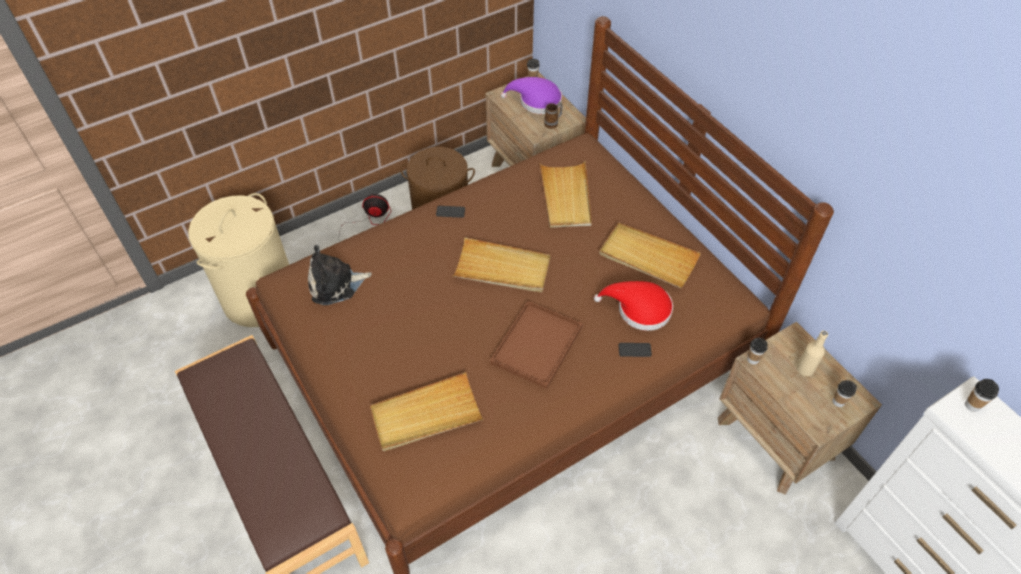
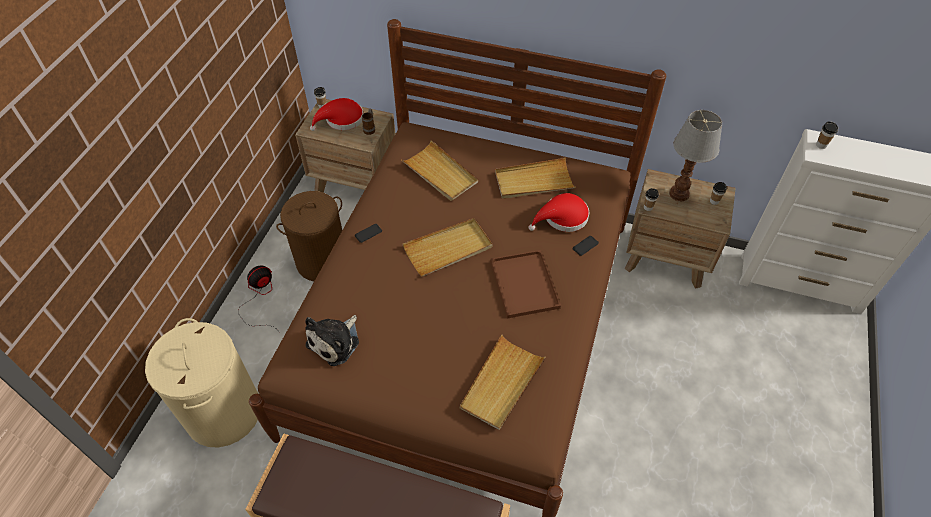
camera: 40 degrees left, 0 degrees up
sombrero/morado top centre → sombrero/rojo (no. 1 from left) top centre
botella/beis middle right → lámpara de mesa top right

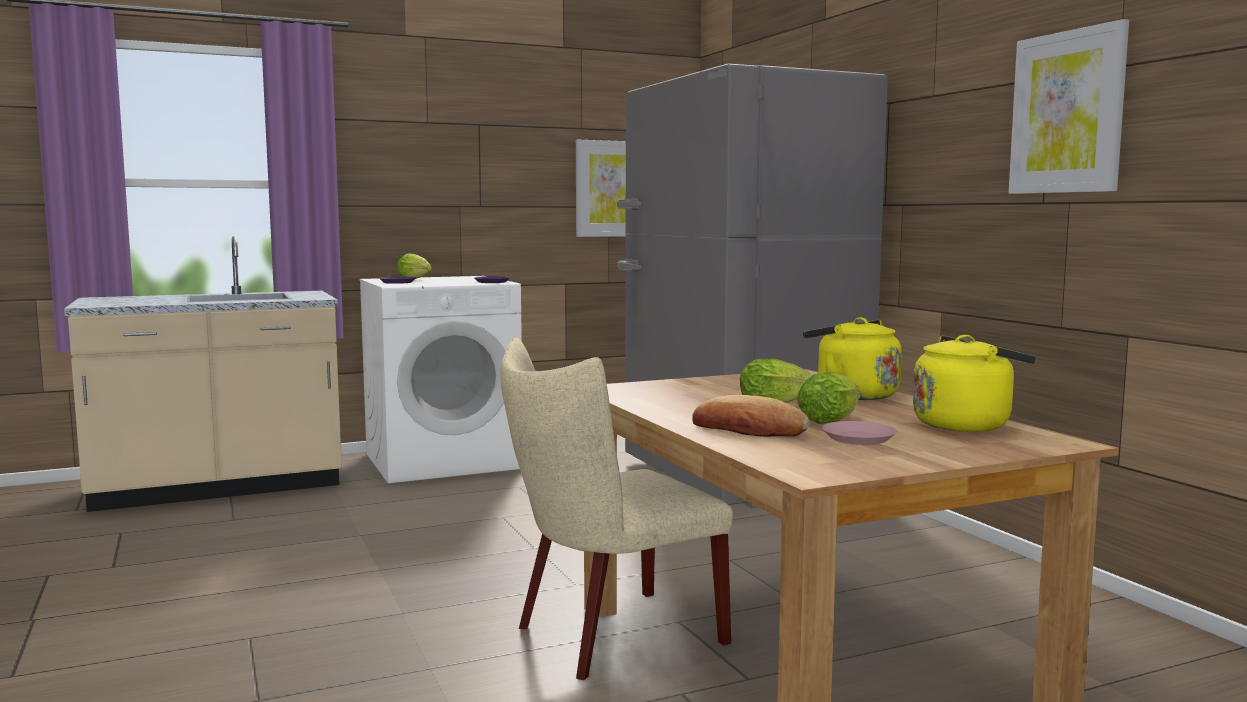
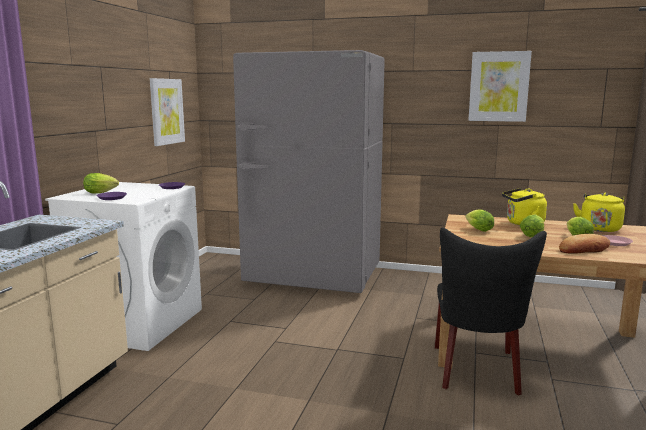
camera: 50 degrees left, 5 degrees up
silla/beis bottom centre → silla/negro bottom right
- → lechuga (no. 2 from left) middle right

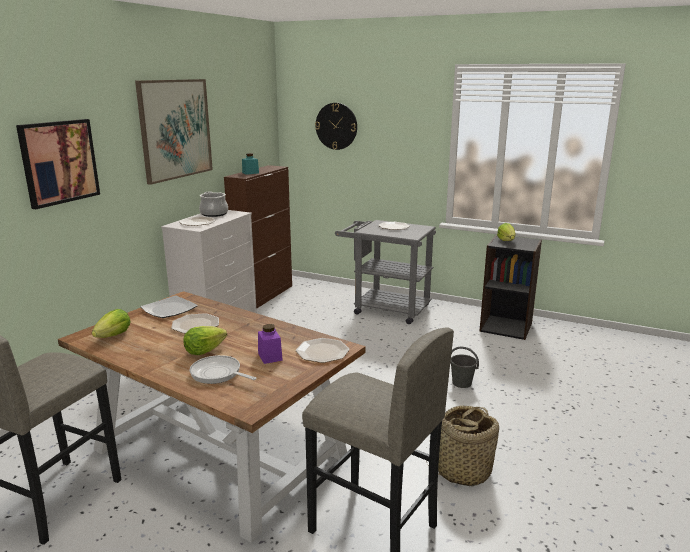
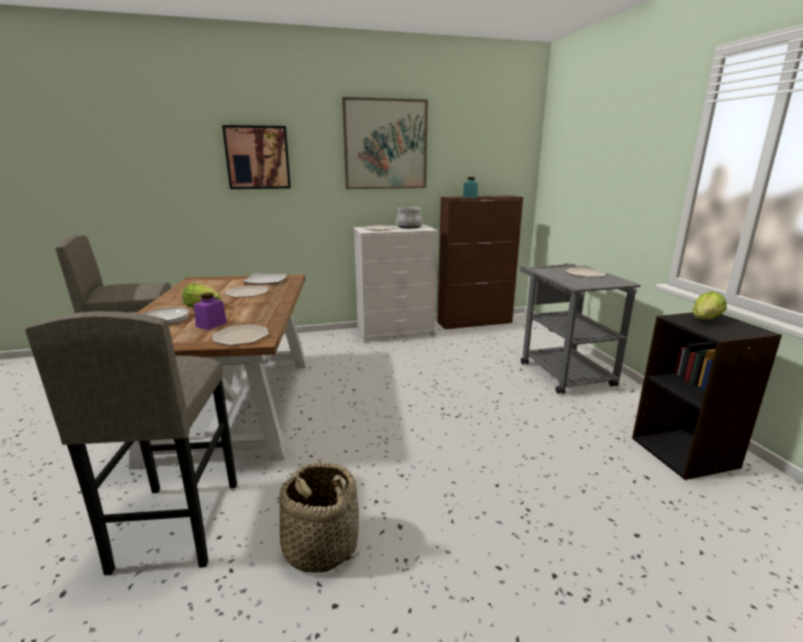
camera: 50 degrees right, 0 degrees up
reloj de pared top centre → -
lechuga (no. 1 from left) middle left → -
cubo/gris middle right → -

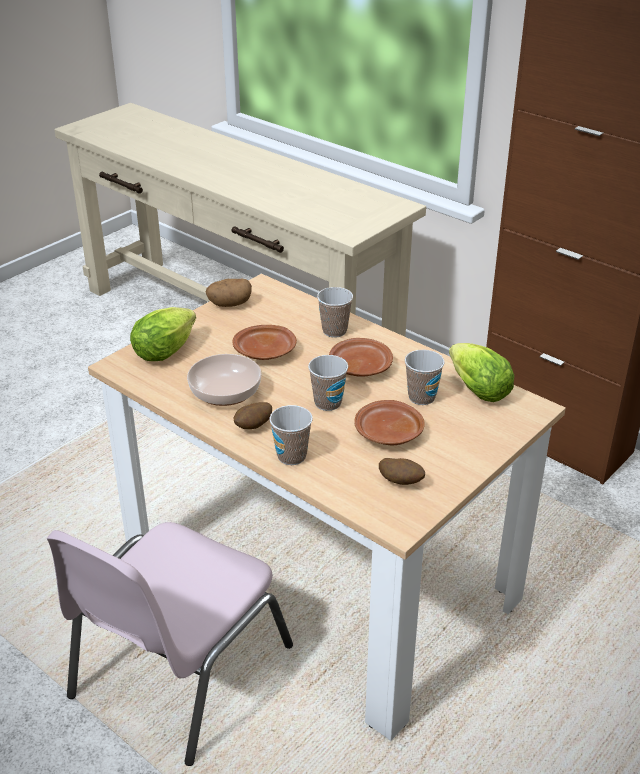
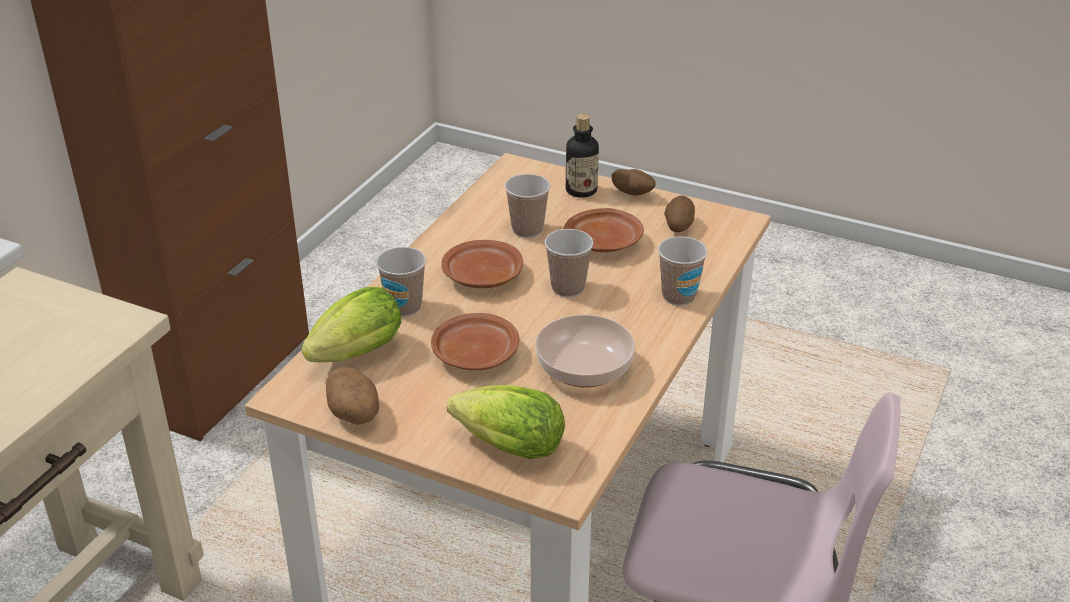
camera: 105 degrees left, 0 degrees up
lechuga (no. 2 from left in the first image) middle right → lechuga (no. 1 from left) middle left, shifted
patata (no. 2 from left) centre → patata (no. 2 from left) top centre, shifted
- → botella top centre

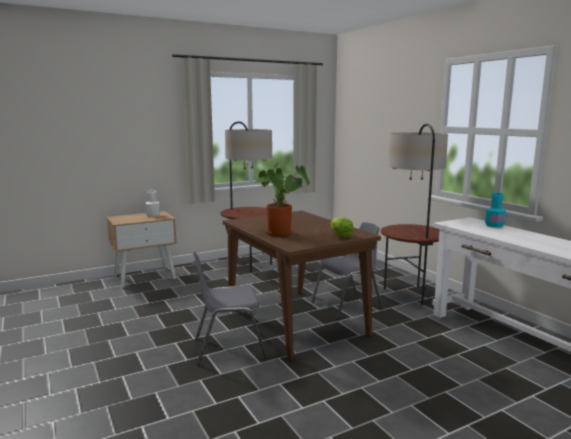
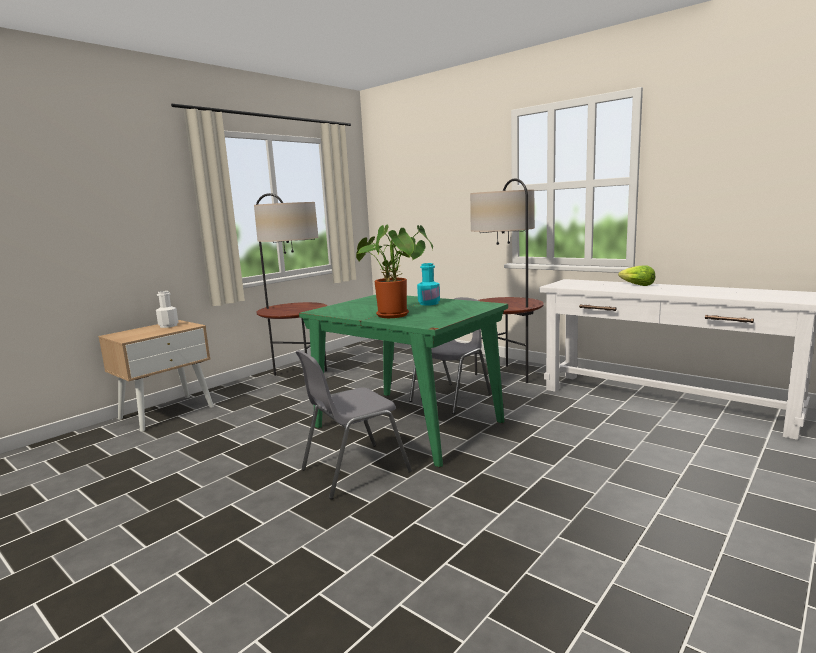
camera: 20 degrees left, 0 degrees up
botella/turquesa middle right → botella/turquesa centre, shifted
mesa de comedor/marrón centre → mesa de comedor/verde centre
lechuga centre → lechuga middle right, shifted

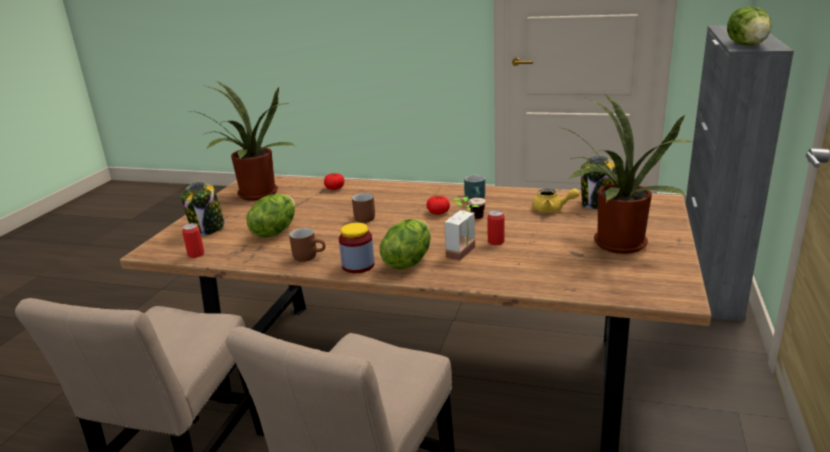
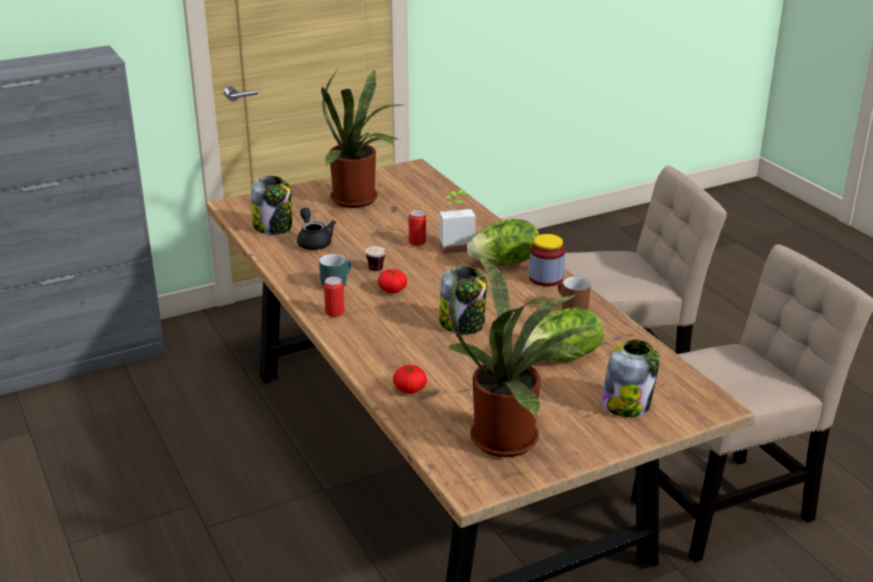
camera: 135 degrees left, 5 degrees up
lechuga (no. 3 from left) top right → -
tetera/amarillo middle right → tetera/negro centre
taza grande/marrón (no. 2 from left) centre → tarro (no. 2 from left) centre
lata (no. 1 from left) middle left → lata (no. 1 from left) centre, shifted

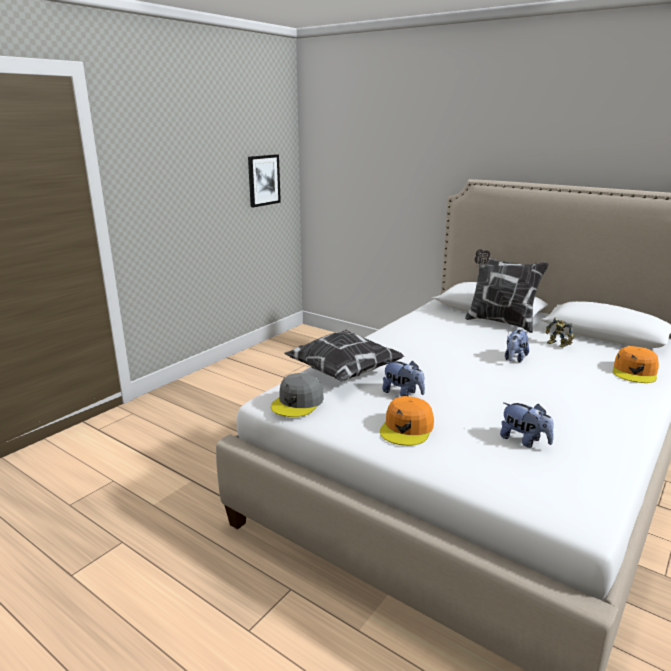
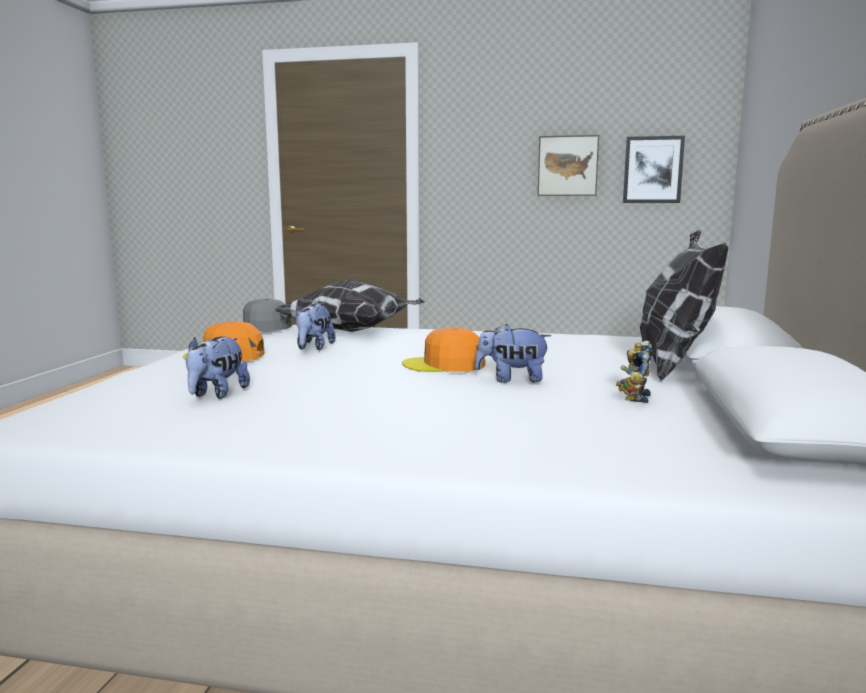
camera: 65 degrees right, 10 degrees down
gorra/naranja (no. 2 from left) middle right → gorra/naranja (no. 2 from left) centre, shifted
- → cuadro (no. 1 from left) top centre

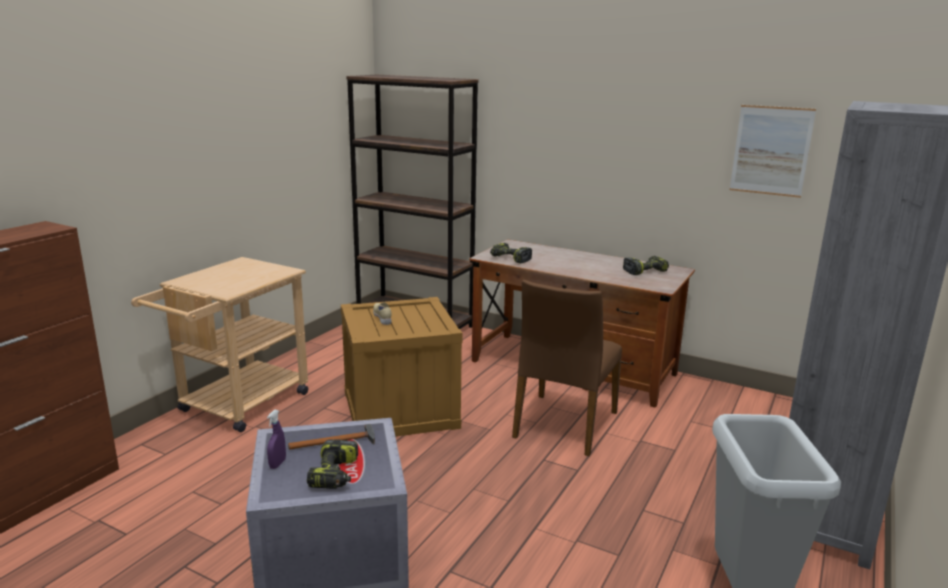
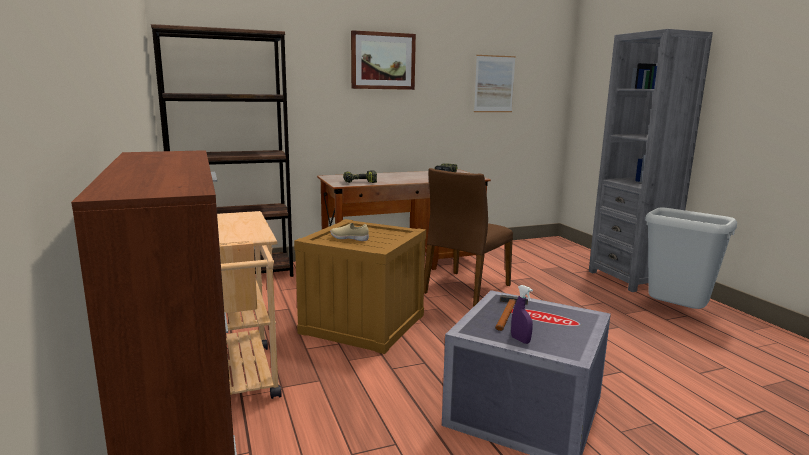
camera: 50 degrees left, 5 degrees down
silla/marrón centre, 60 degrees clockwise
taladro (no. 1 from left) bottom centre → -
- → cuadro (no. 1 from left) top centre

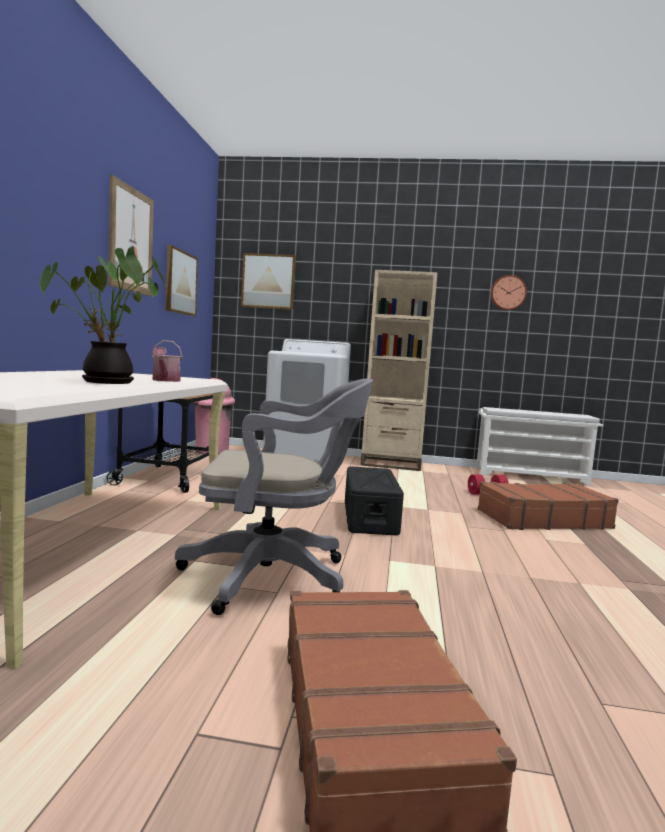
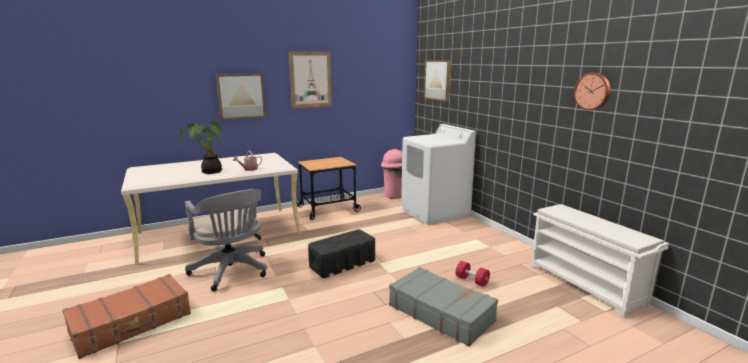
camera: 55 degrees right, 10 degrees up
cuadro (no. 2 from left in the first image) middle left → cuadro (no. 1 from left) top left, shifted
estantería/beis centre → -
maleta/marrón (no. 2 from left) middle right → maleta/gris bottom centre

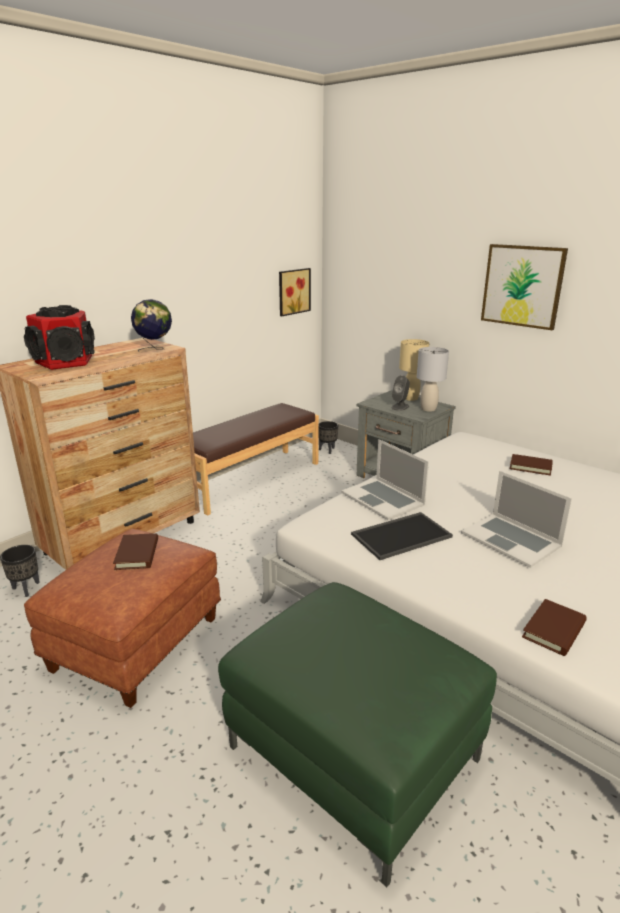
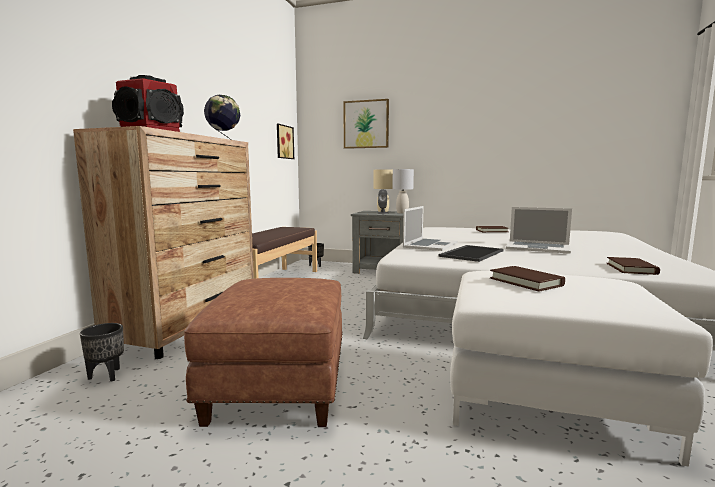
camera: 25 degrees left, 15 degrees down
cuadro (no. 2 from left) top right → cuadro (no. 2 from left) top centre, shifted
portátil (no. 1 from left) centre, 90 degrees counterclockwise
libro/marrón (no. 1 from left in the first image) middle left → libro/marrón (no. 2 from left) middle right, shifted
puf/verde bottom centre → puf/blanco bottom right

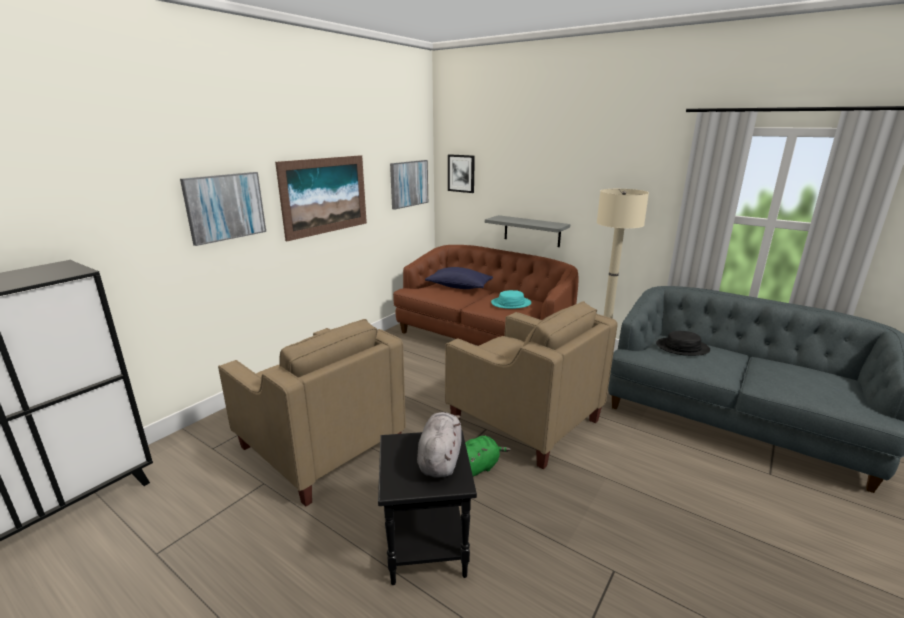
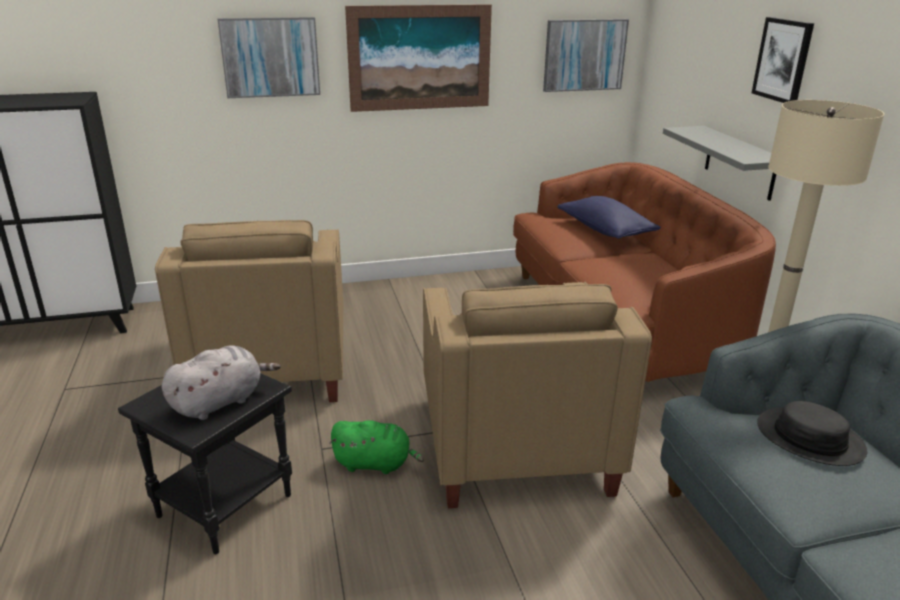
camera: 40 degrees right, 5 degrees up
cuadro (no. 4 from left) top centre → cuadro (no. 4 from left) top right, shifted
sombrero/turquesa centre → -

